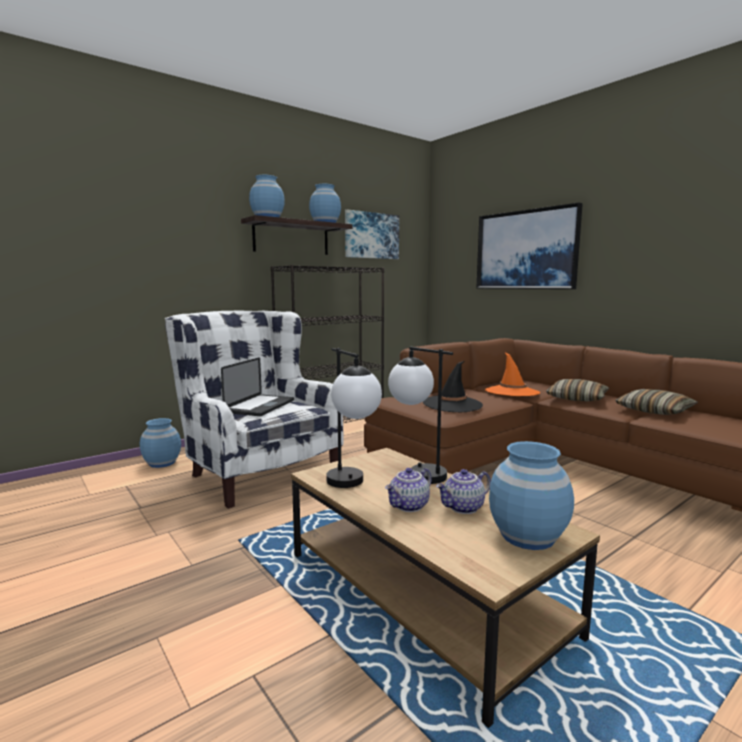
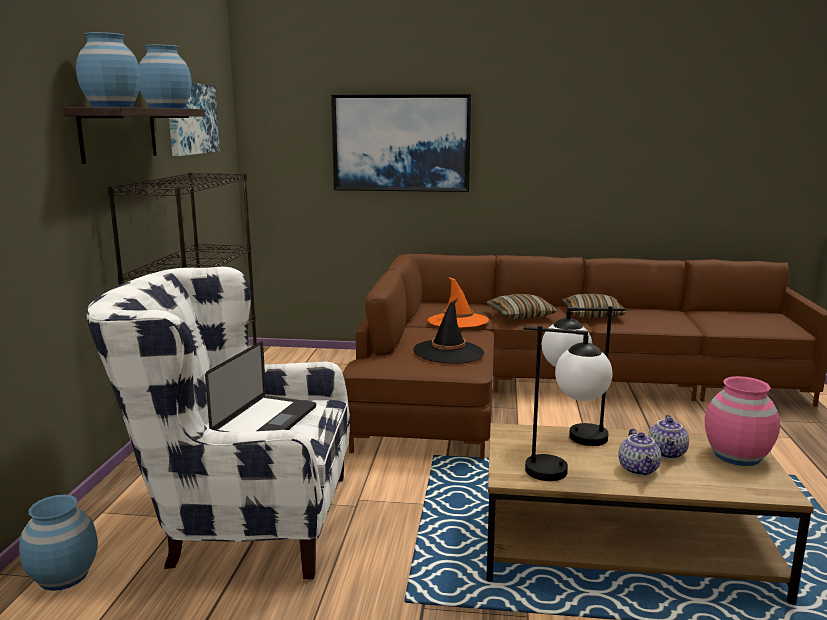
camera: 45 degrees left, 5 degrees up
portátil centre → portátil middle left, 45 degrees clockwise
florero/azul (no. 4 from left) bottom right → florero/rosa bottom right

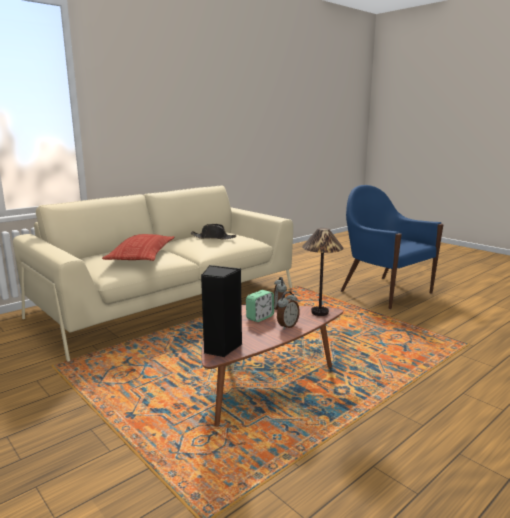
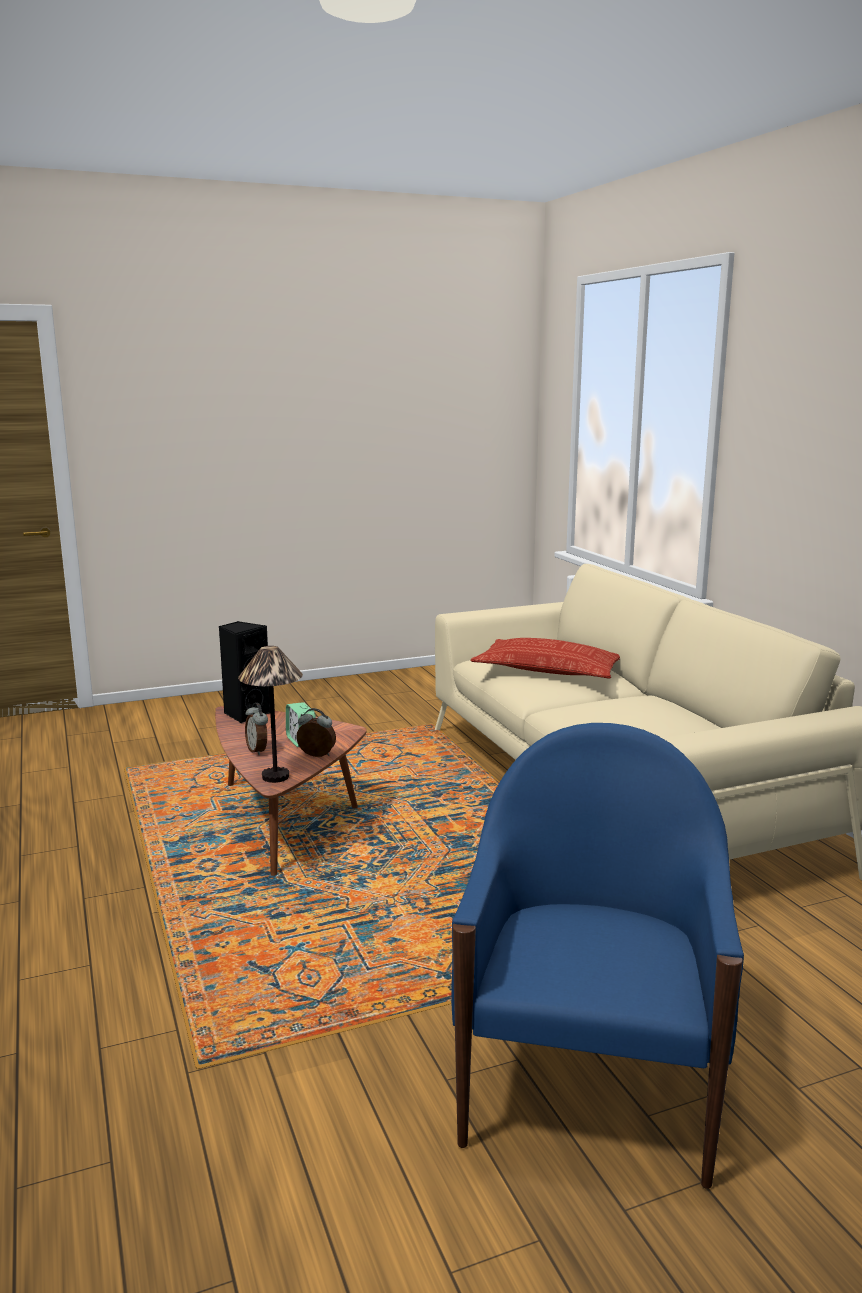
camera: 110 degrees right, 0 degrees up
sillón/azul middle right → sillón/azul bottom right, 60 degrees counterclockwise
sombrero/negro centre → -

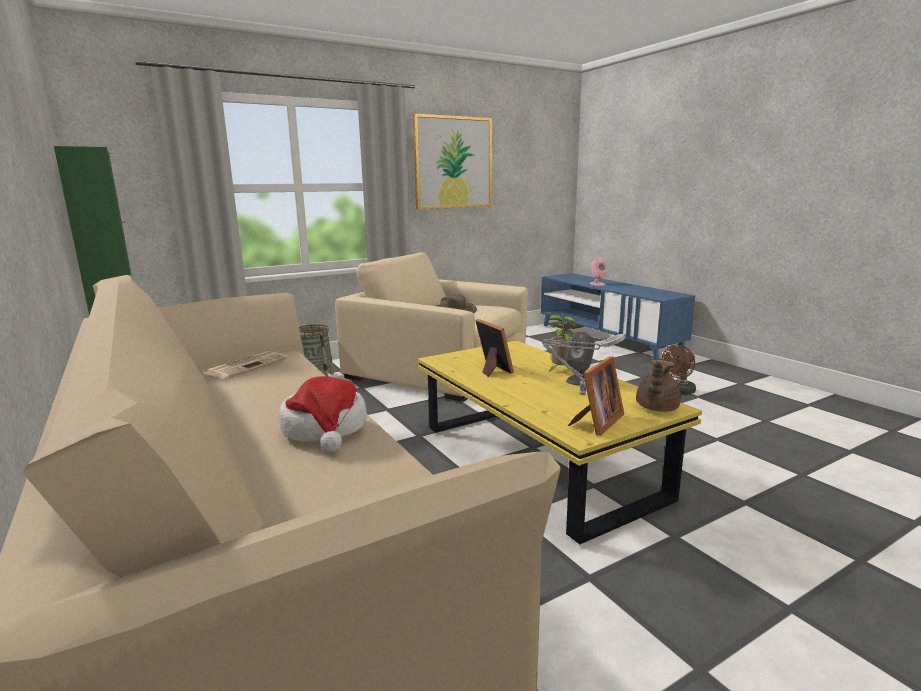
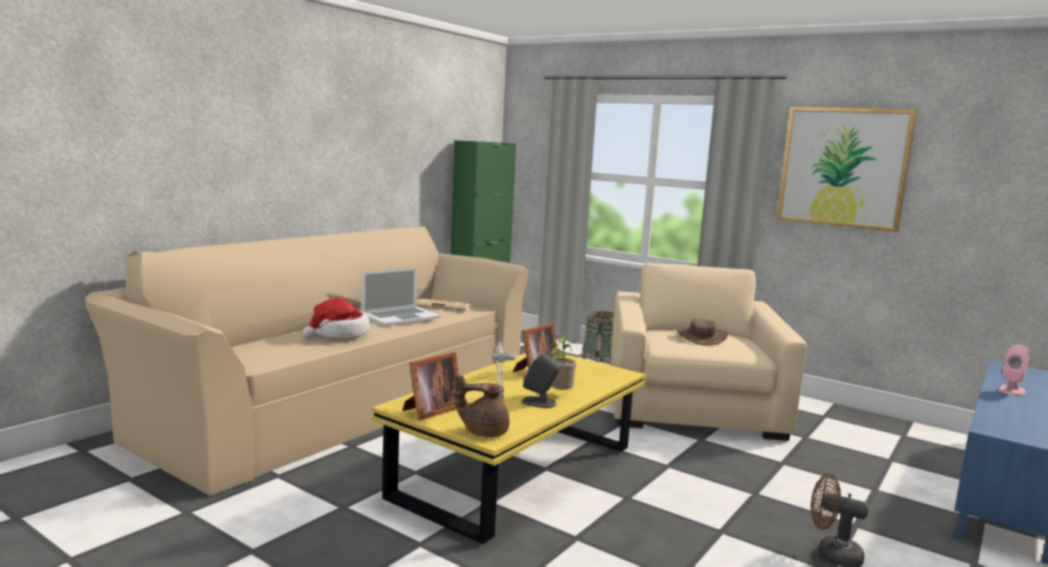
camera: 65 degrees right, 5 degrees down
portarretratos (no. 2 from left in the first image) centre → portarretratos (no. 1 from left) bottom centre, 60 degrees counterclockwise
- → portátil centre

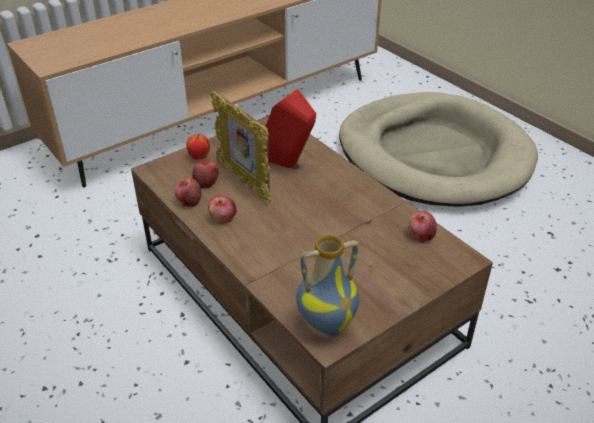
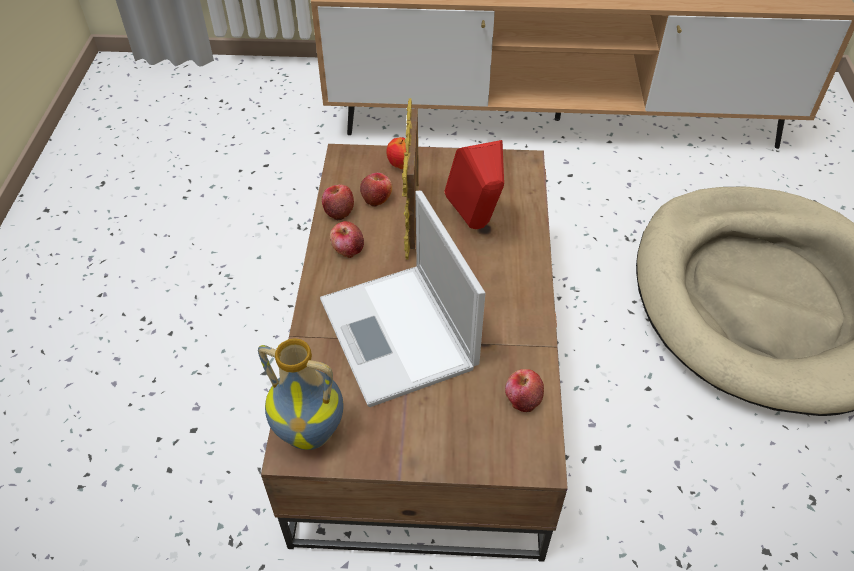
camera: 40 degrees right, 10 degrees up
- → portátil centre

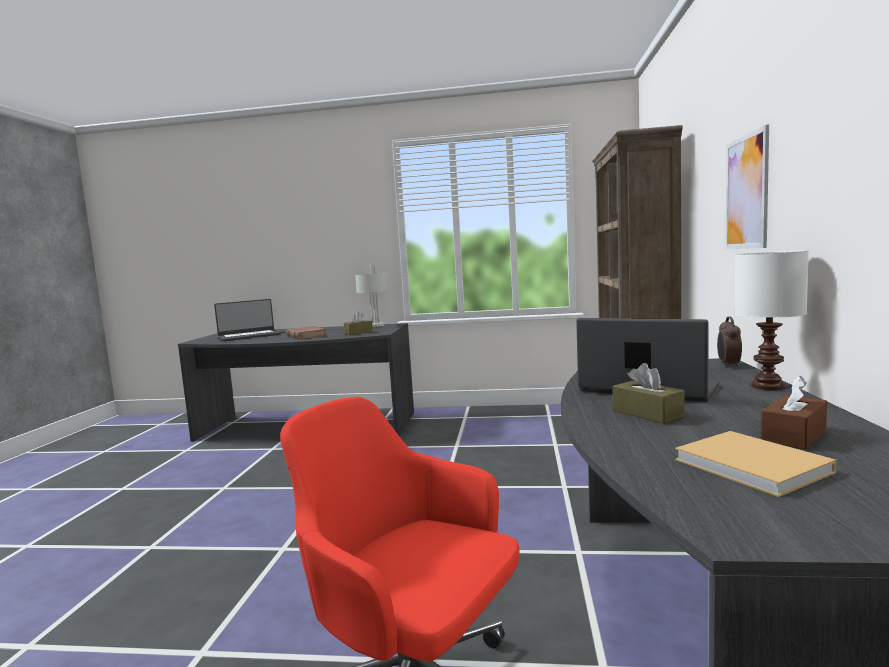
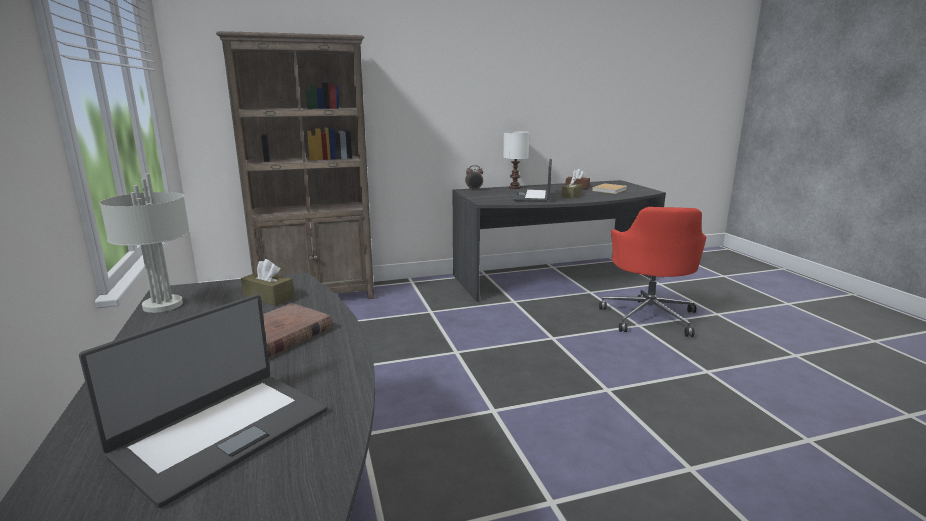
camera: 115 degrees left, 10 degrees up
cuadro top right → -
portátil (no. 1 from left) middle left → portátil (no. 1 from left) bottom left, 90 degrees clockwise

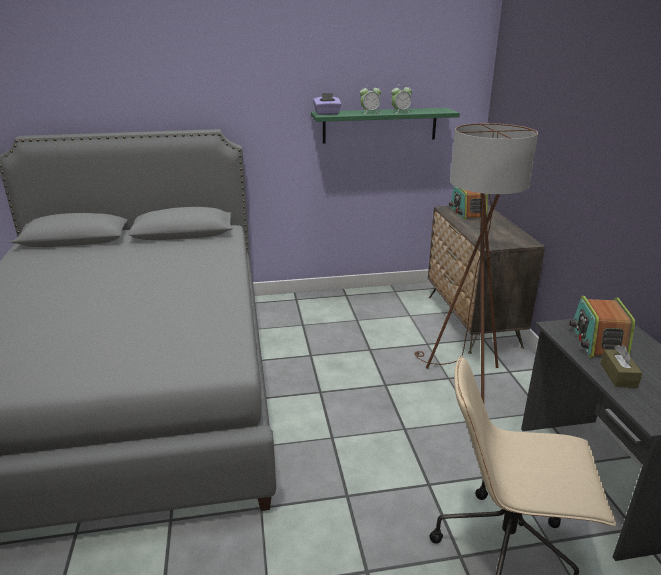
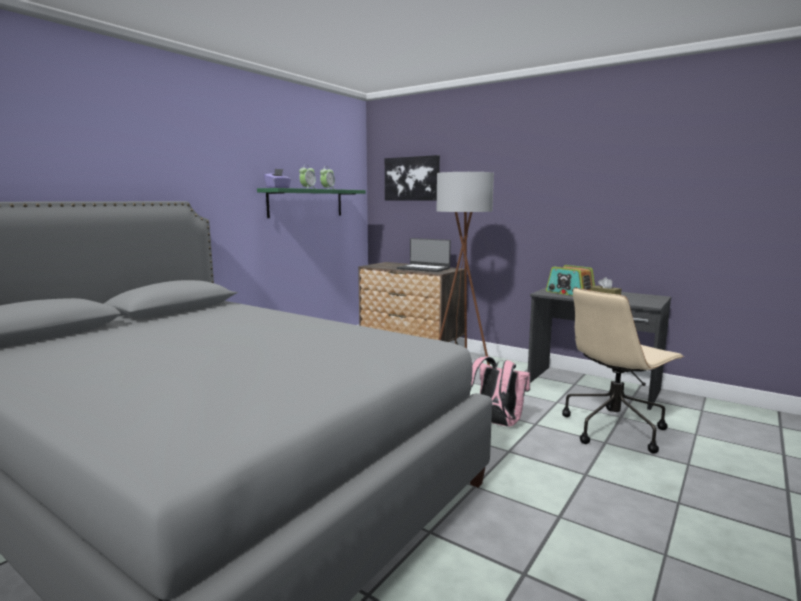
camera: 45 degrees left, 15 degrees down
radio (no. 1 from left) middle right → -
- → cuadro top centre
- → portátil centre
- → mochila/rosa centre

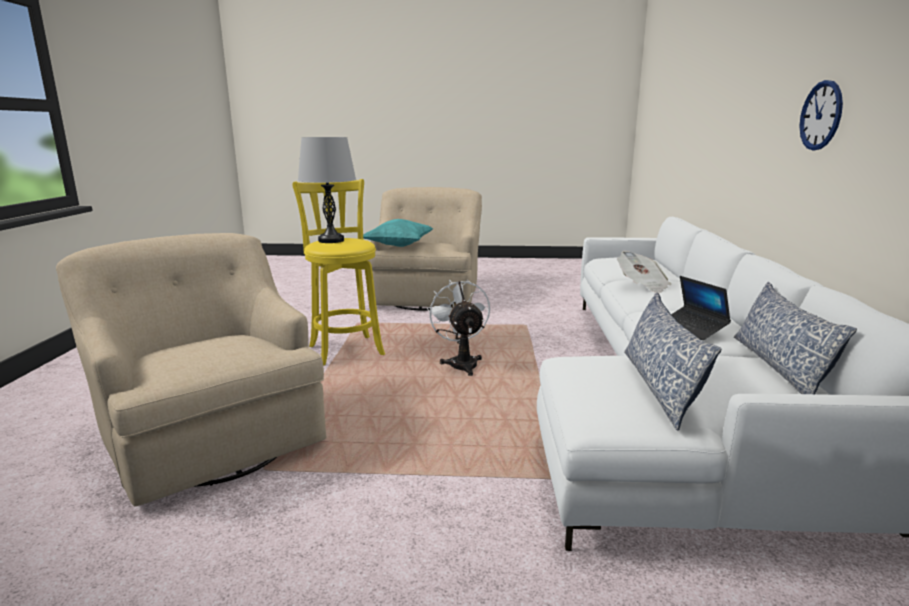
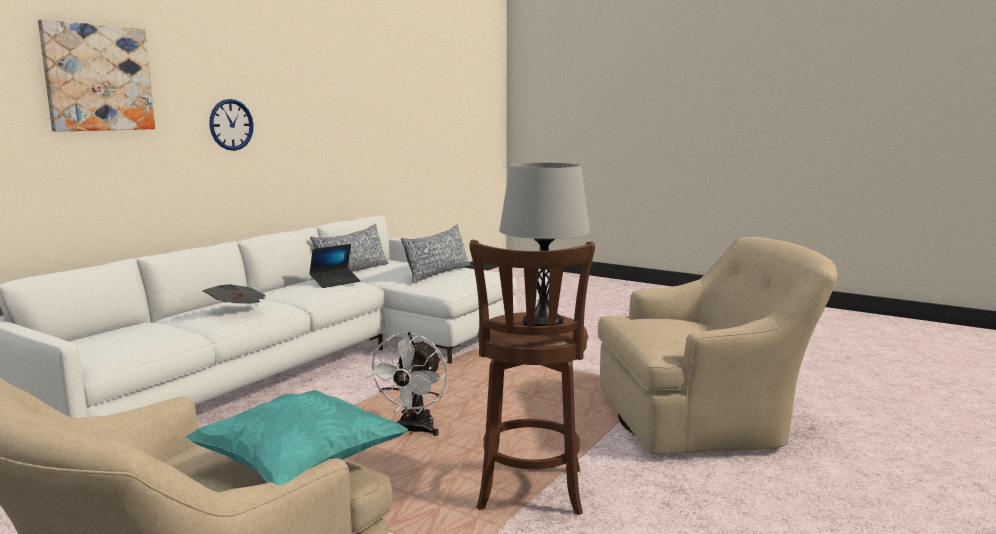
camera: 150 degrees left, 5 degrees down
taburete/amarillo centre → taburete/marrón bottom centre
sillón/beis (no. 1 from left in the first image) middle left → sillón/beis (no. 2 from left) middle right, 90 degrees counterclockwise
portátil middle right → portátil centre, 45 degrees clockwise
- → cuadro top left

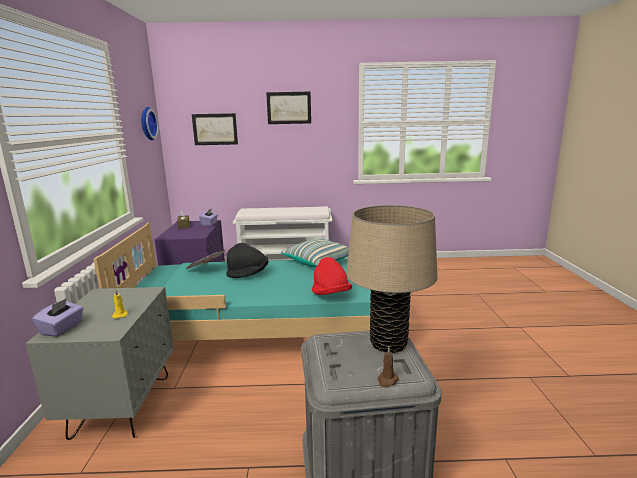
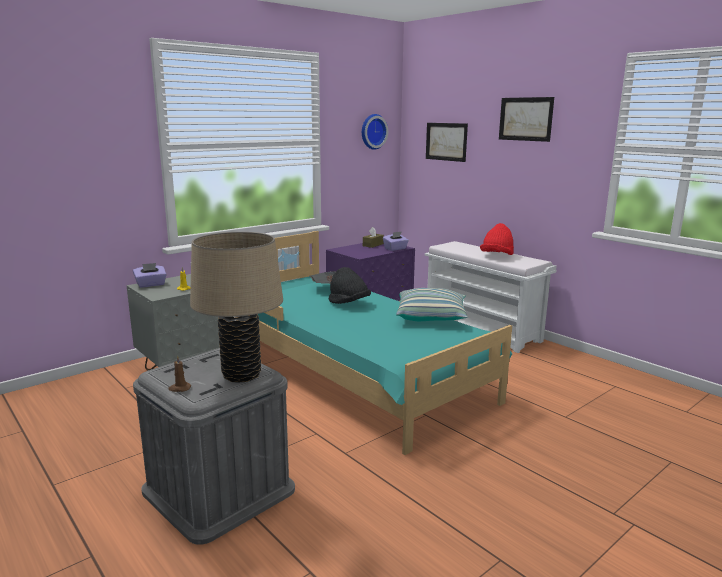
camera: 50 degrees right, 0 degrees up
sombrero/rojo centre → sombrero/rojo middle right, shifted

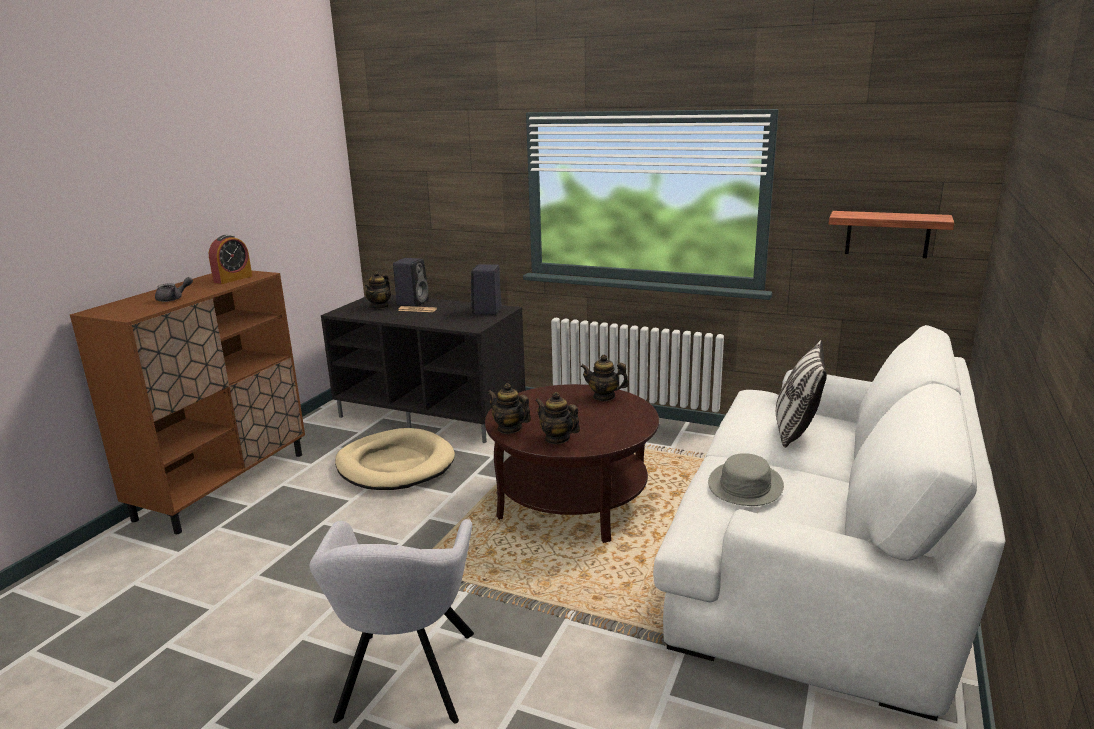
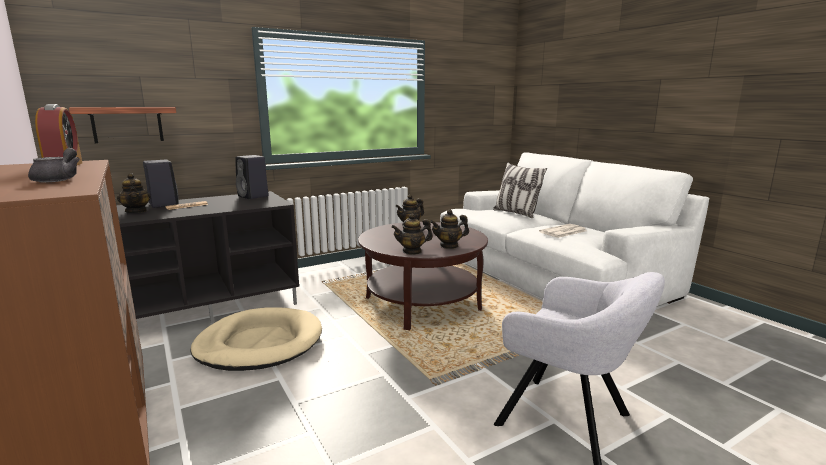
camera: 55 degrees left, 5 degrees down
estante top right → estante top left, shifted
sombrero/gris middle right → periódico (no. 2 from left) middle right

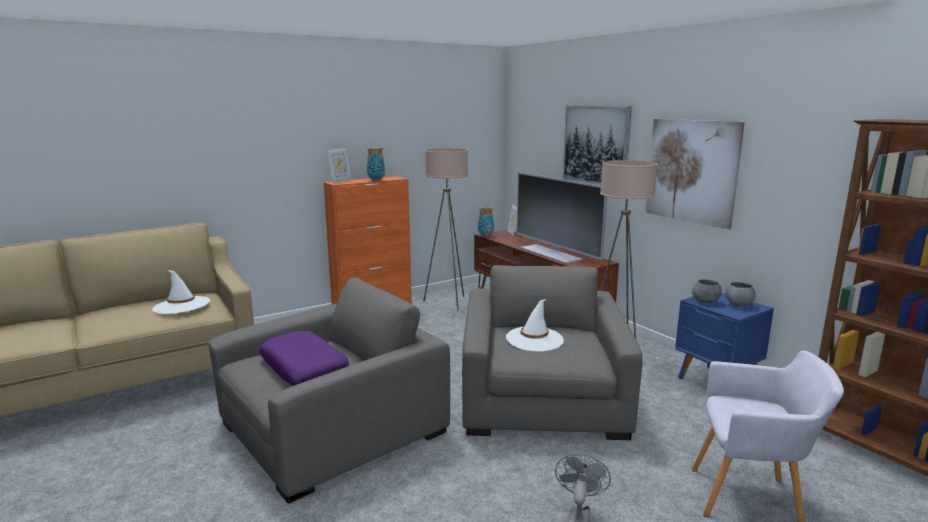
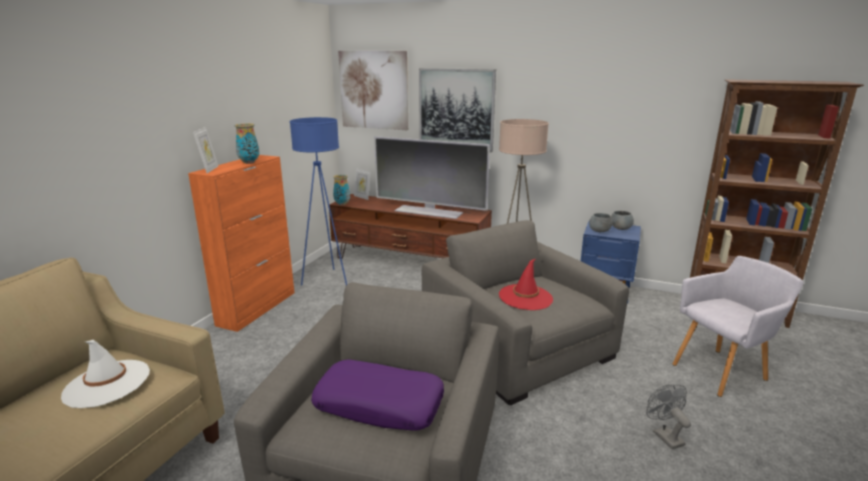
camera: 35 degrees left, 5 degrees up
cuadro (no. 2 from left in the first image) middle right → cuadro (no. 1 from left) top centre, shifted
lámpara de pie/beis (no. 1 from left) centre → lámpara de pie/azul centre
sombrero/blanco (no. 2 from left) centre → sombrero/rojo centre

